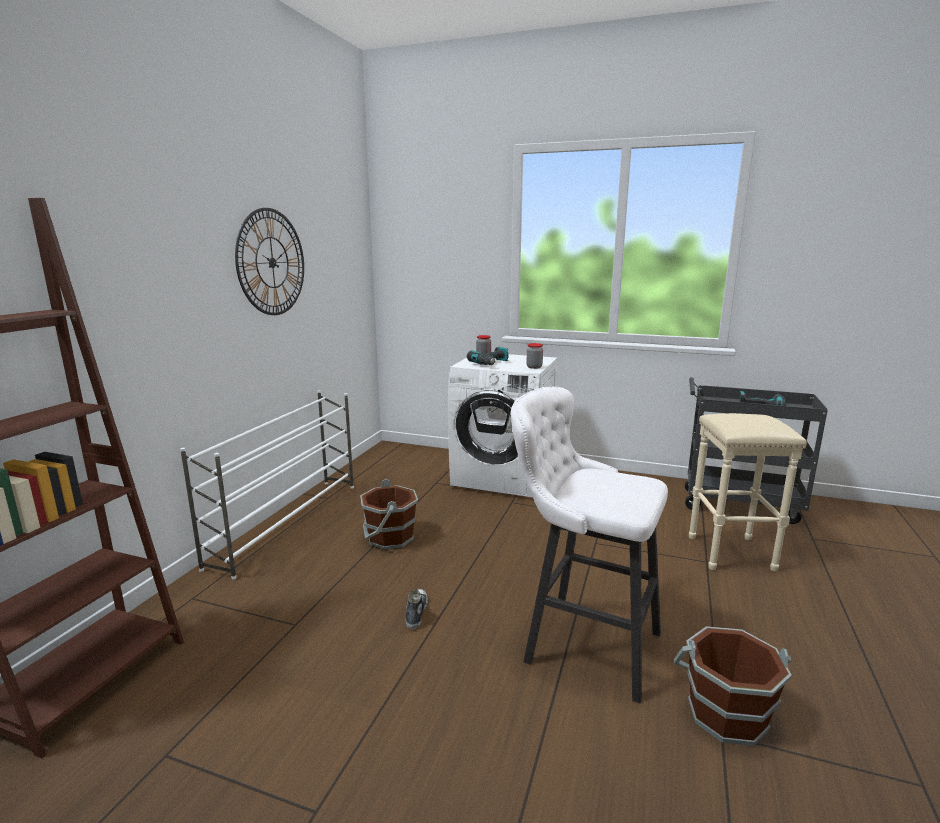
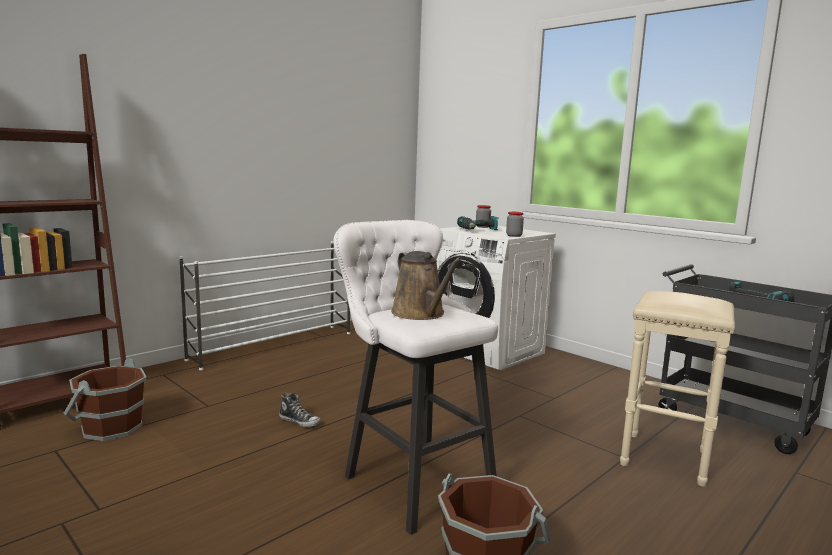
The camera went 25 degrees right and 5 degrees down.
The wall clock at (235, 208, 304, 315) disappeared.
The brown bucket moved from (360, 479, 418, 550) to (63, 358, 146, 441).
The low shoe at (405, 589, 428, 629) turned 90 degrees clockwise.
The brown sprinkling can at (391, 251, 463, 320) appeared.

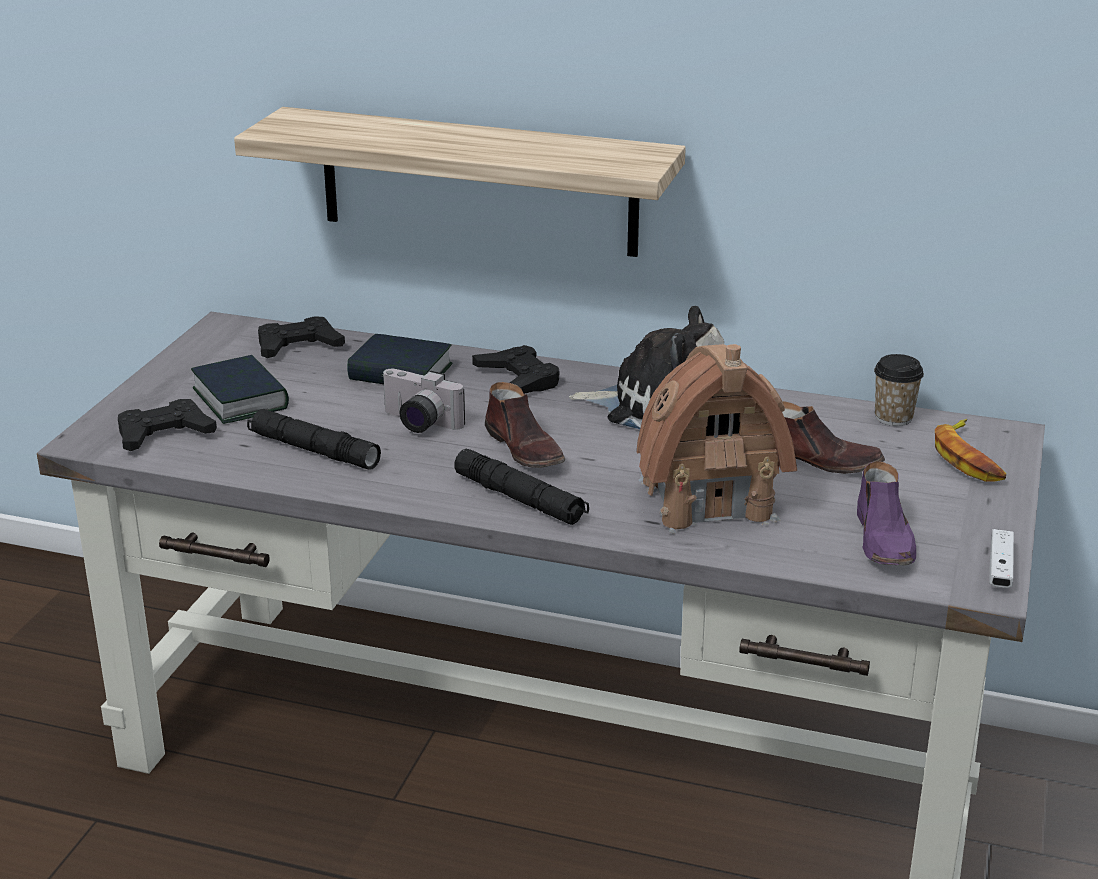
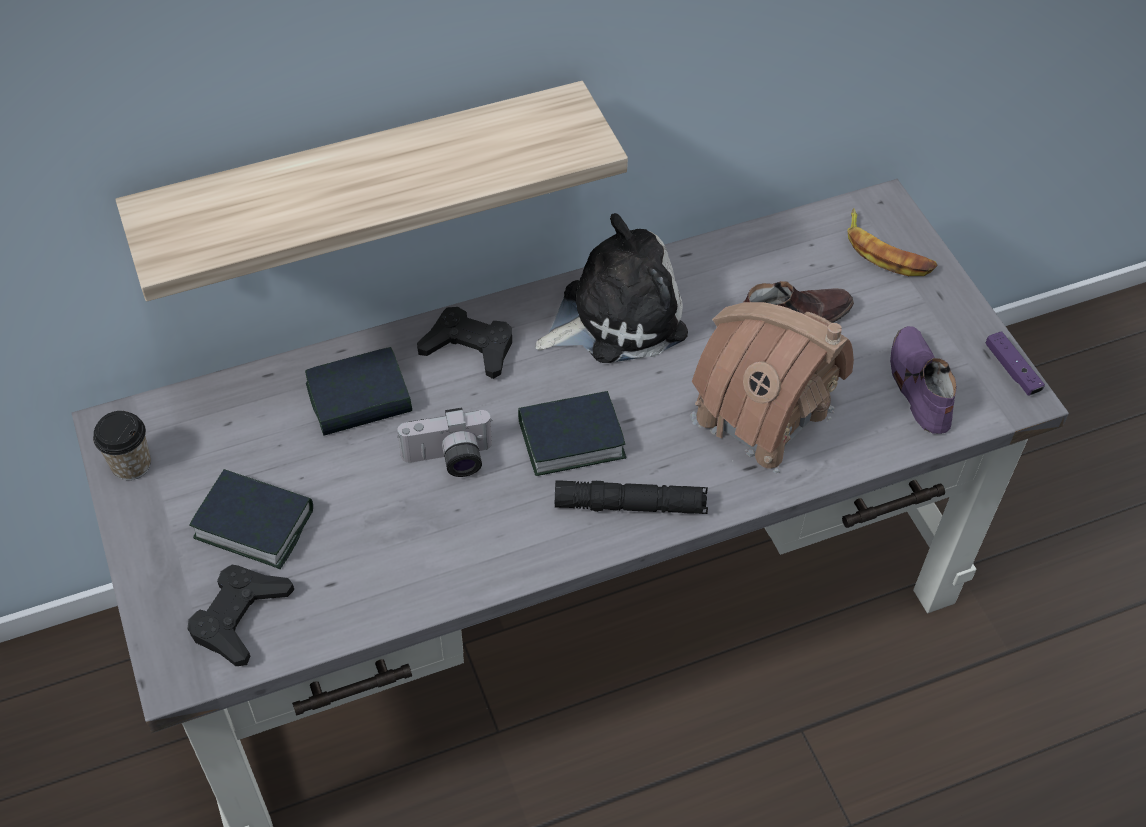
The camera went 40 degrees left and 25 degrees up.
The black flashlight at (247, 409, 381, 470) disappeared.
The black joypad at (258, 316, 345, 358) disappeared.
The brown low shoe at (485, 382, 565, 468) was replaced by the book at (518, 391, 626, 476).
The purple low shoe at (857, 461, 916, 565) turned 150 degrees counterclockwise.
The cup moved from (874, 354, 924, 426) to (93, 411, 151, 480).
The white-coloured joypad at (989, 529, 1014, 588) became the purple joypad at (985, 332, 1045, 396).

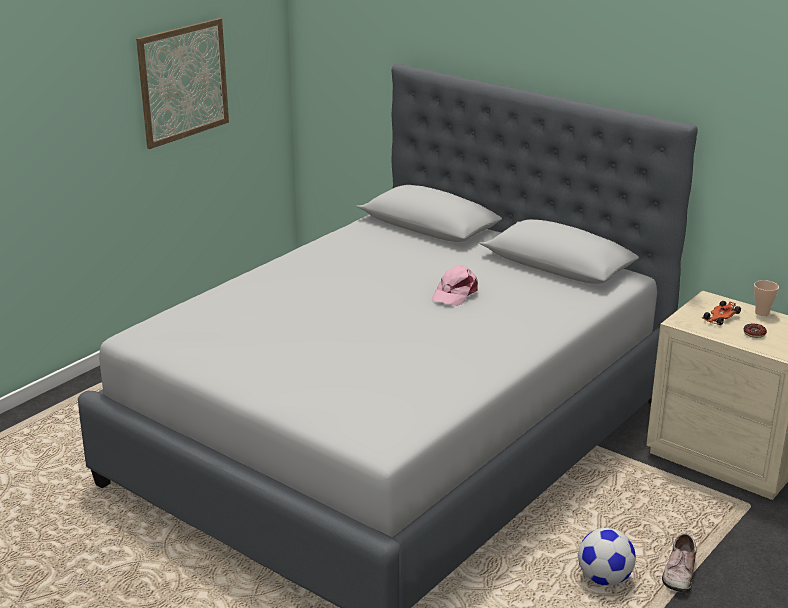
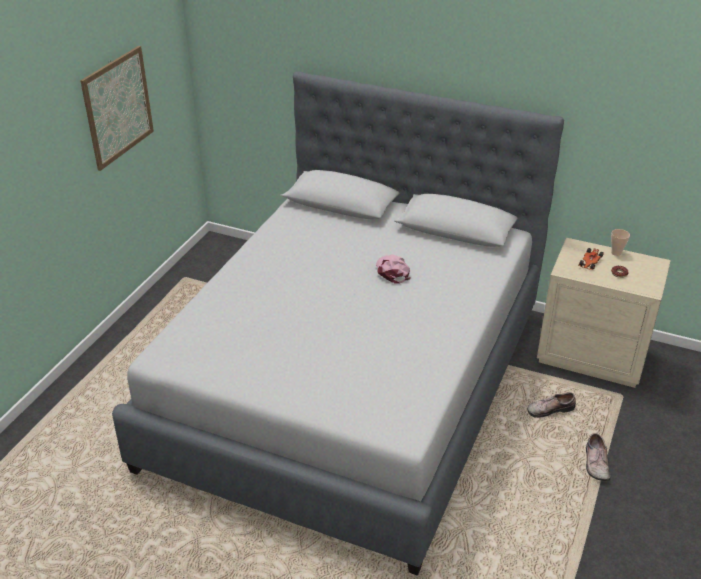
The camera went 15 degrees left and 10 degrees up.
The pink peaked cap at (432, 265, 478, 306) turned 150 degrees clockwise.
The ball for football at (578, 528, 636, 586) disappeared.
The low shoe at (527, 392, 576, 418) appeared.

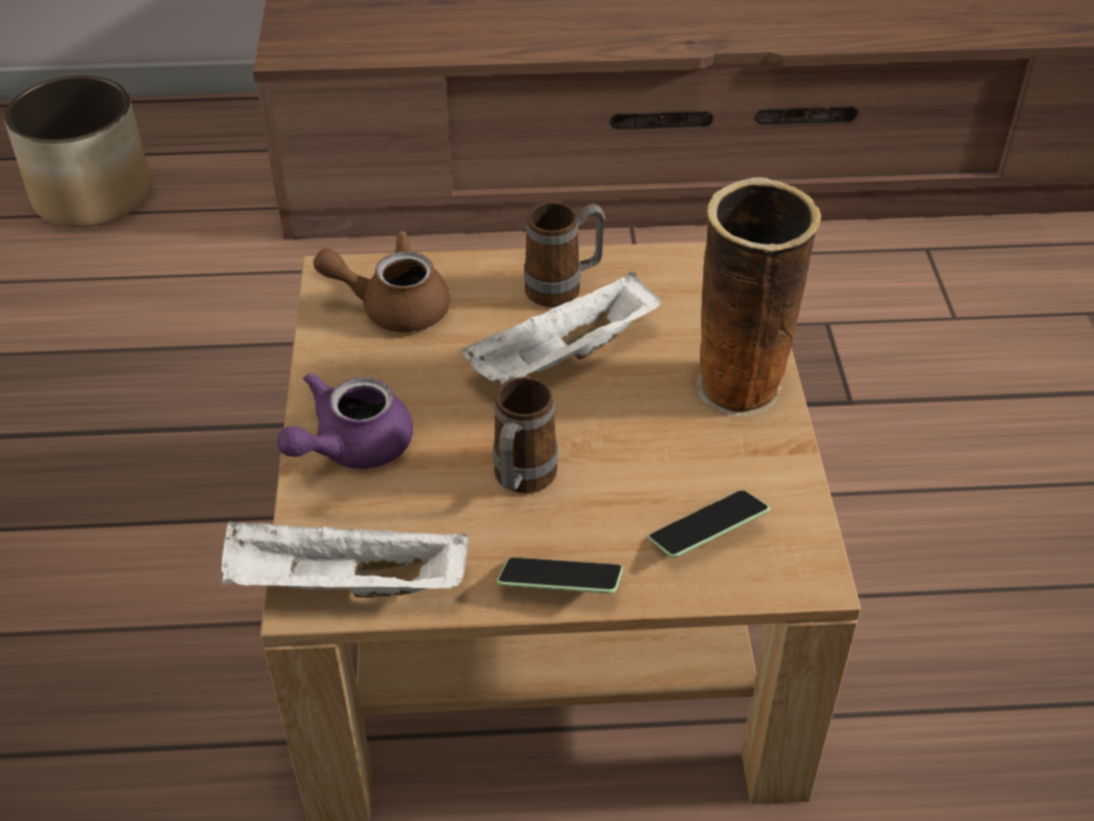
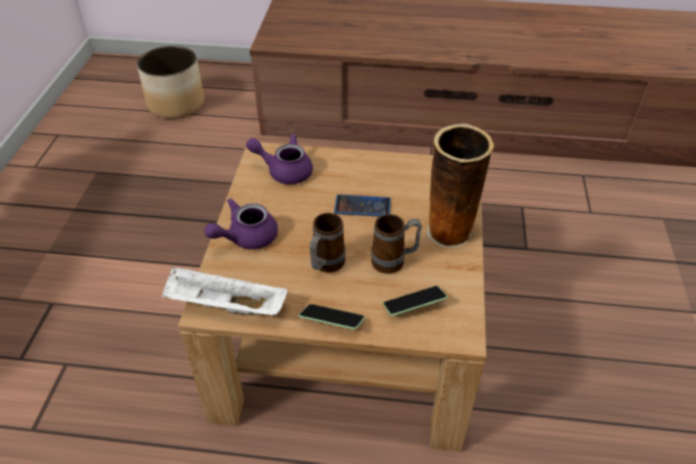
The camera went 10 degrees right and 0 degrees up.
The brown teapot at (313, 231, 450, 332) became the purple teapot at (246, 134, 313, 184).
The white-coloured tray at (462, 272, 661, 384) was replaced by the handset at (334, 194, 391, 217).
The tea mug moved from (524, 202, 605, 307) to (371, 214, 422, 274).

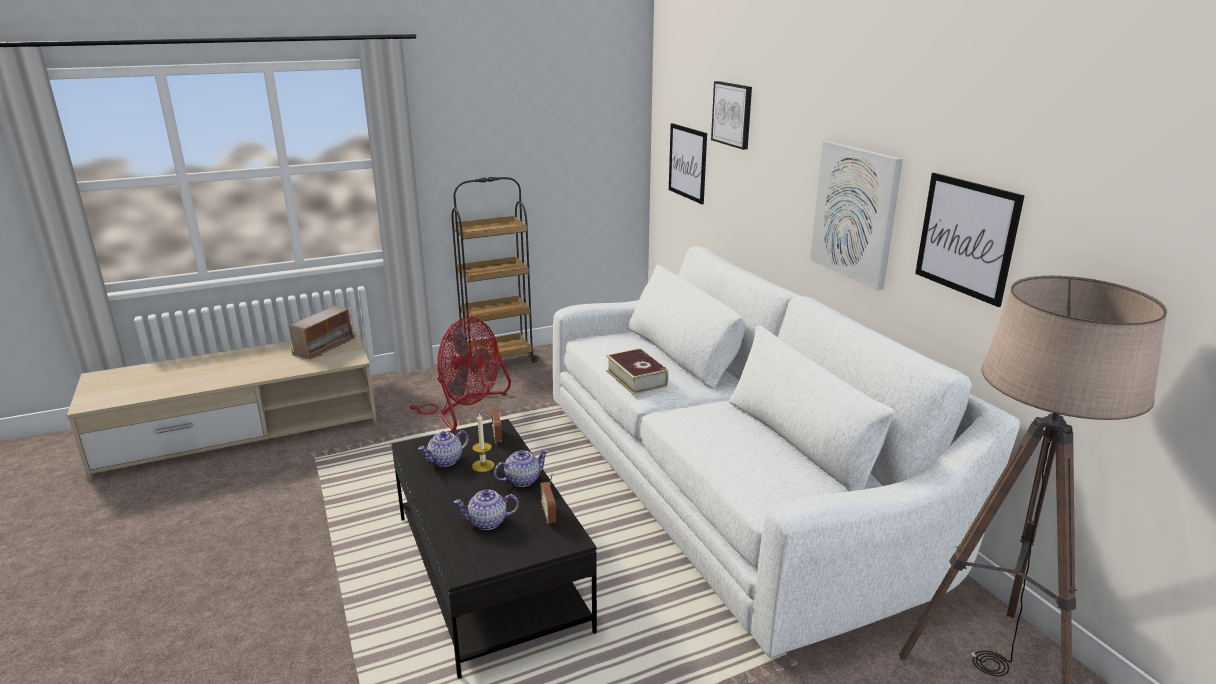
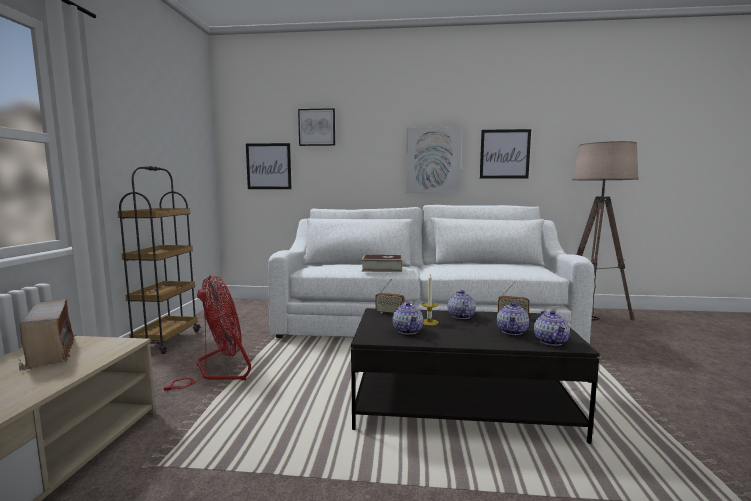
The camera went 60 degrees left and 15 degrees down.
The teapot at (534, 310, 570, 346) appeared.

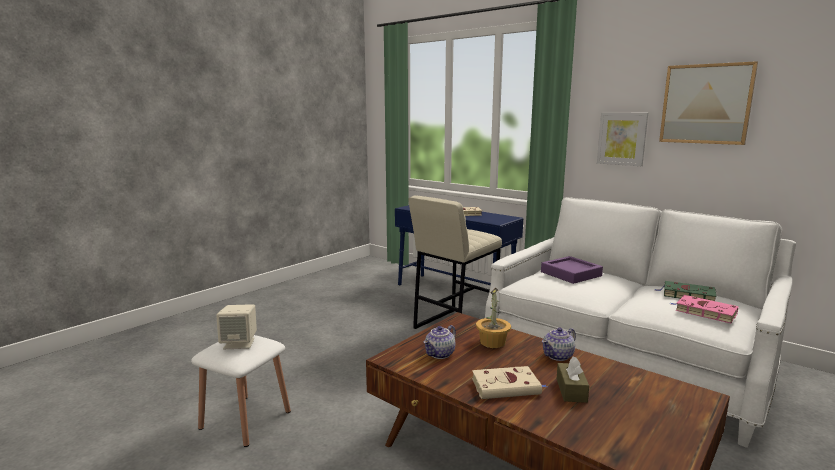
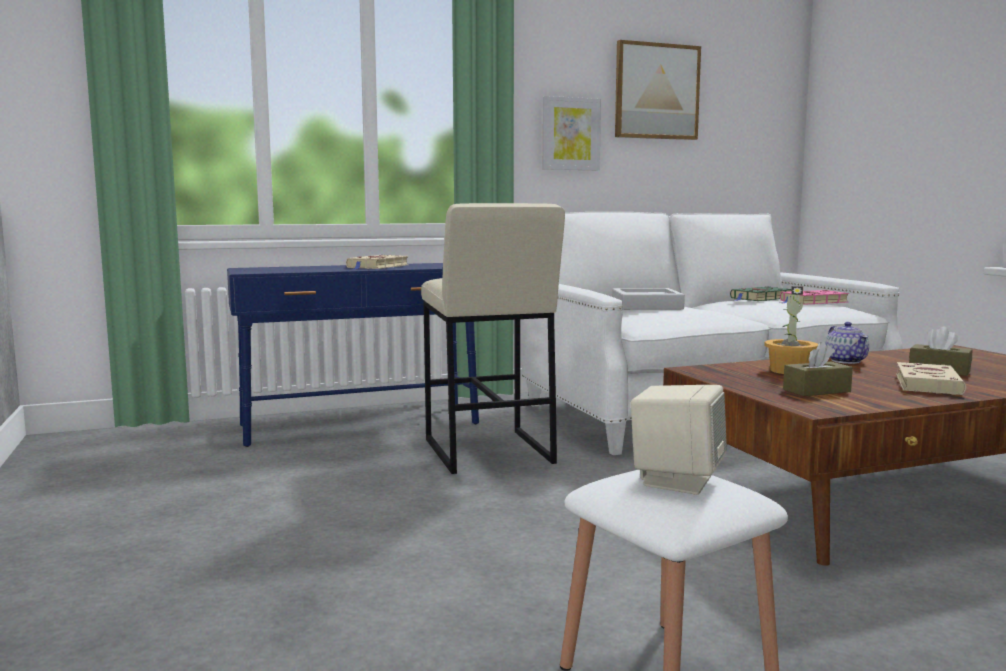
The camera went 60 degrees left and 5 degrees down.
The teapot at (423, 325, 456, 359) was replaced by the brown tissue holder at (783, 342, 853, 396).
The purple tray at (541, 256, 603, 284) became the grey tray at (612, 288, 685, 310).

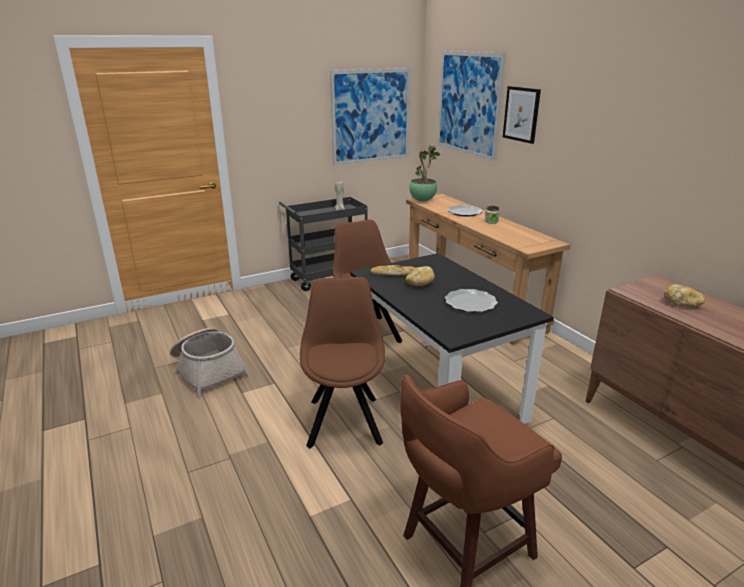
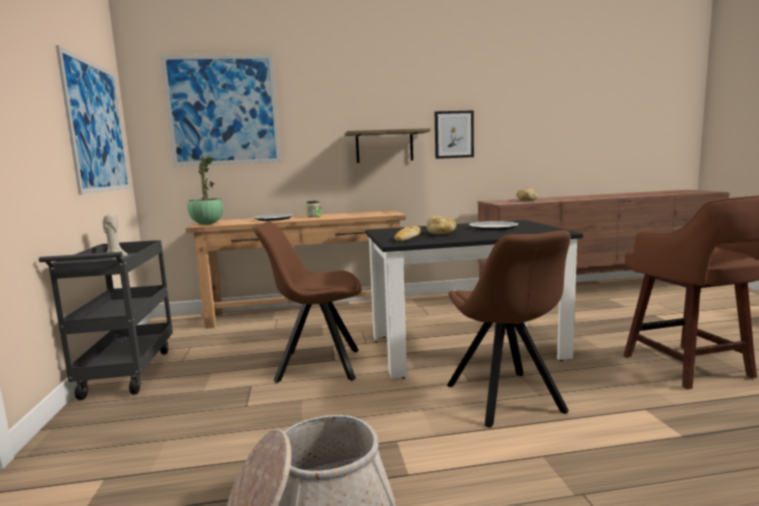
The camera went 70 degrees left and 15 degrees down.
The brown upright chair at (300, 277, 385, 448) turned 120 degrees counterclockwise.
The wall art moved from (503, 86, 541, 144) to (435, 110, 474, 159).
The bracket shelf at (344, 128, 430, 163) appeared.

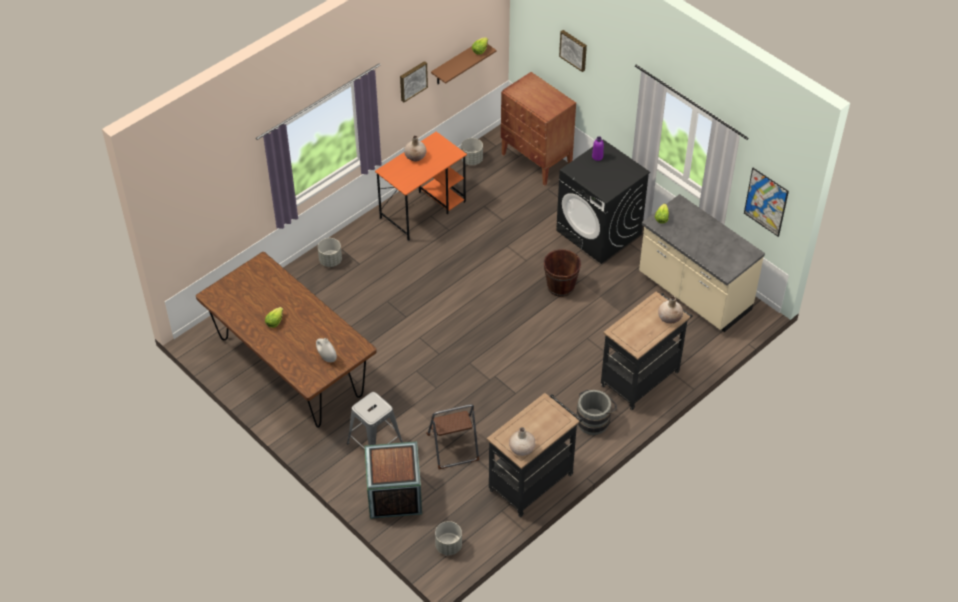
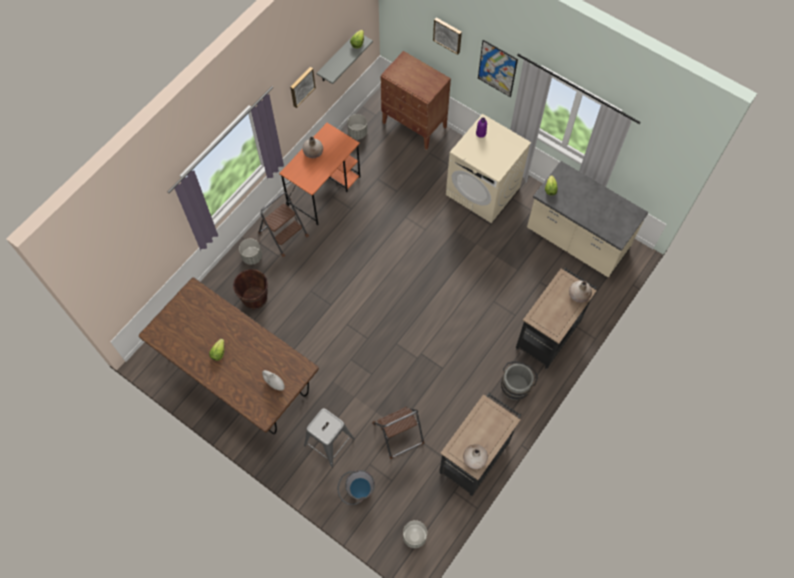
The camera went 10 degrees left and 15 degrees up.
The packing crate at (365, 442, 422, 519) was replaced by the grey bucket at (338, 470, 375, 505).
The brown bracket shelf at (431, 44, 497, 84) became the grey bracket shelf at (317, 31, 373, 84).
The brown bucket moved from (544, 249, 581, 297) to (233, 269, 268, 309).
The black washing machine at (556, 139, 650, 264) became the beige-coloured washing machine at (446, 114, 531, 223).
The wall art moved from (744, 168, 789, 237) to (478, 40, 518, 97).
The brown stepladder at (258, 192, 309, 257) appeared.

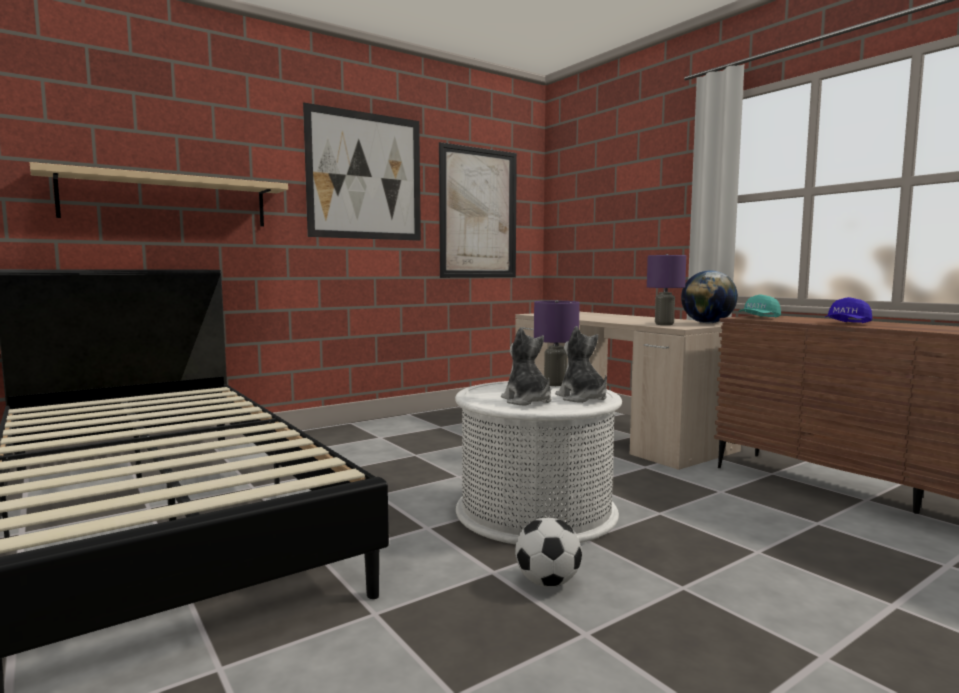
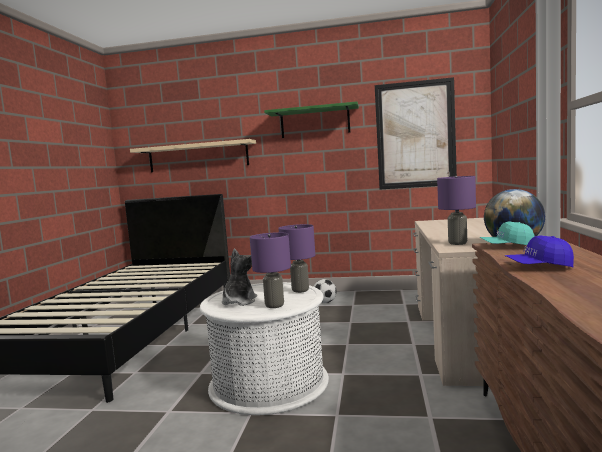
The camera went 45 degrees right and 0 degrees up.
The wall art at (303, 103, 421, 241) was replaced by the greenish bracket shelf at (264, 101, 359, 138).
The ball for football moved from (515, 518, 582, 587) to (313, 279, 336, 303).
The soft toy at (555, 326, 607, 403) was replaced by the purple table lamp at (250, 232, 291, 308).

